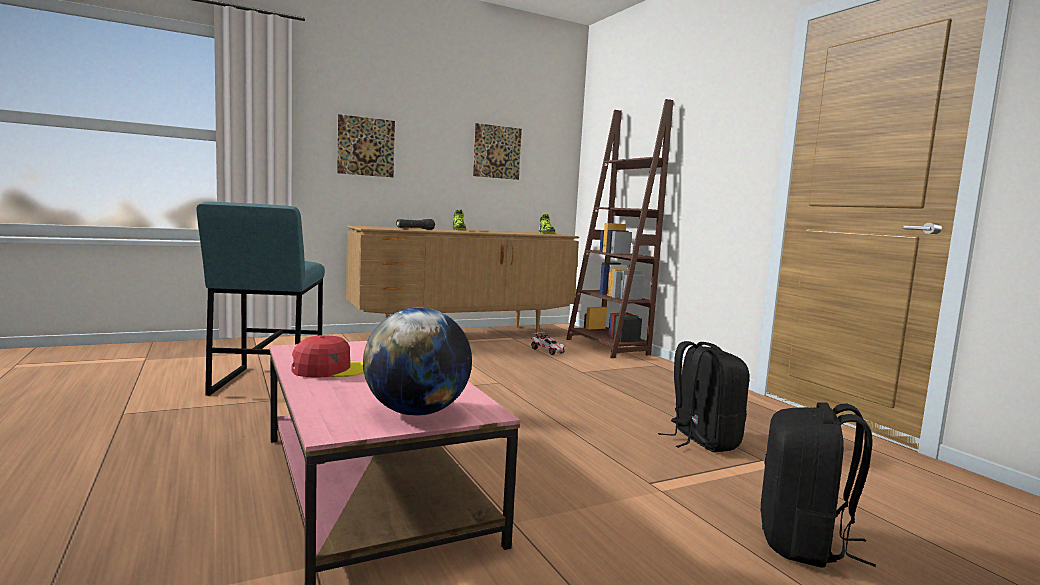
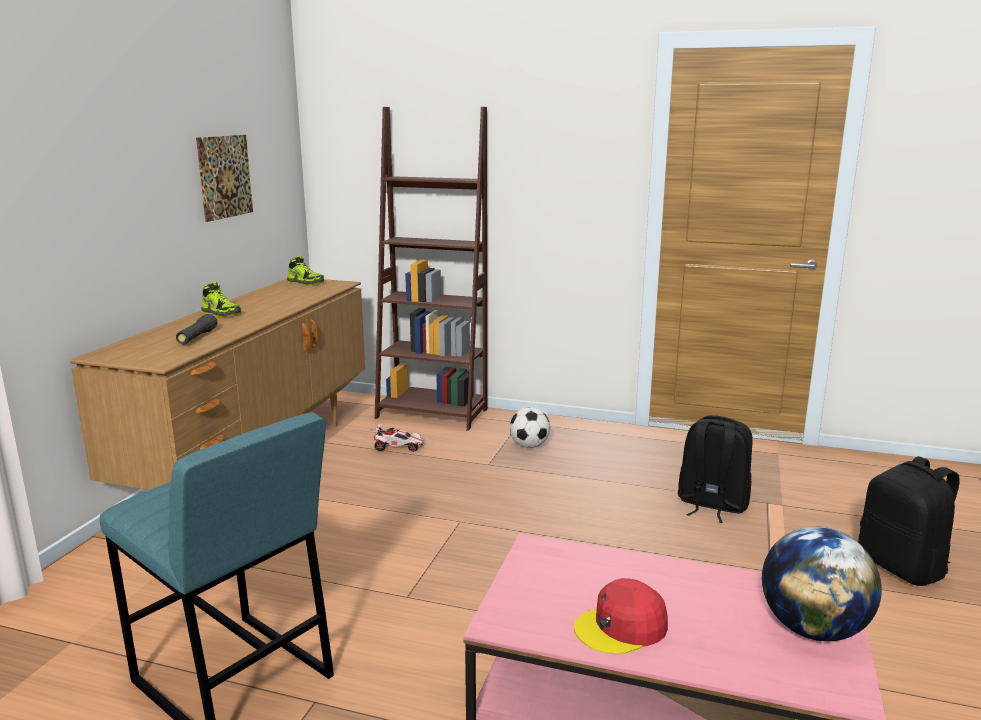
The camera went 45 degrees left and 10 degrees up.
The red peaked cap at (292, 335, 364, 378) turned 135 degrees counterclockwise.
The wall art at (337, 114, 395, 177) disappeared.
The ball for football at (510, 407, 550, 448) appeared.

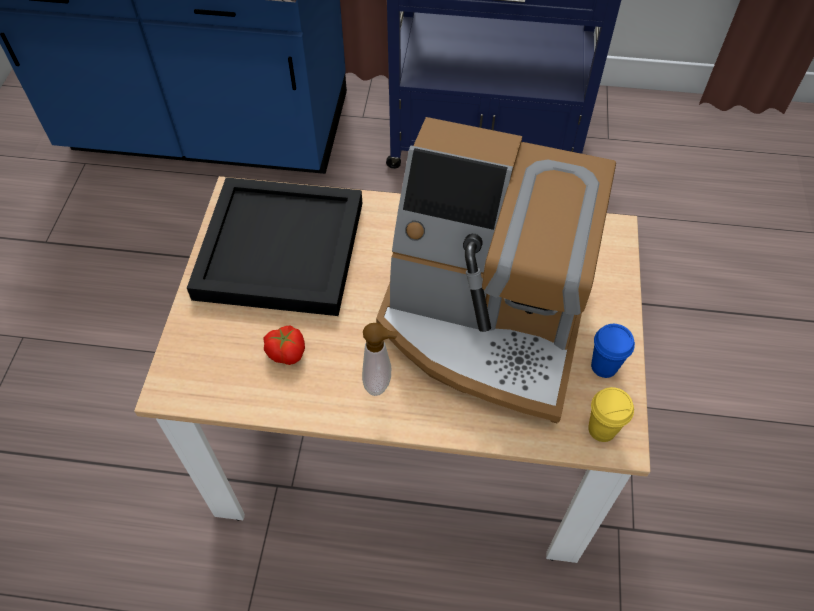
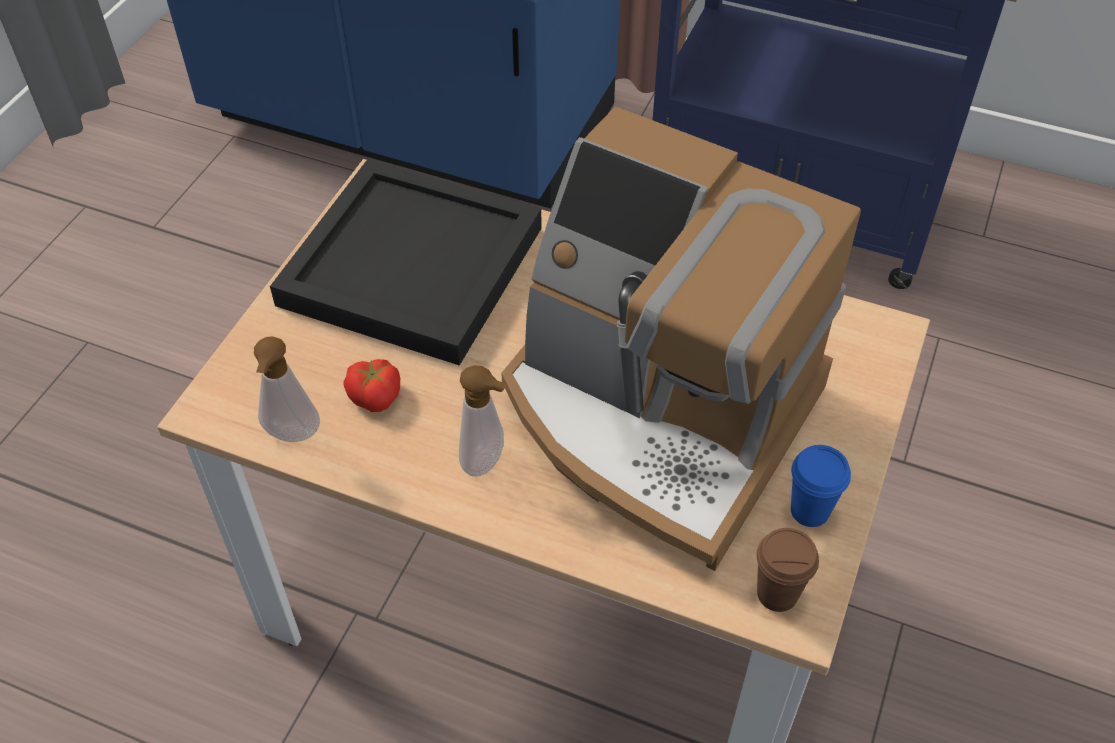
The camera went 15 degrees right and 5 degrees down.
The yellow cup at (588, 387, 634, 442) became the brown cup at (756, 528, 819, 612).
The soap dispenser at (254, 336, 320, 442) appeared.

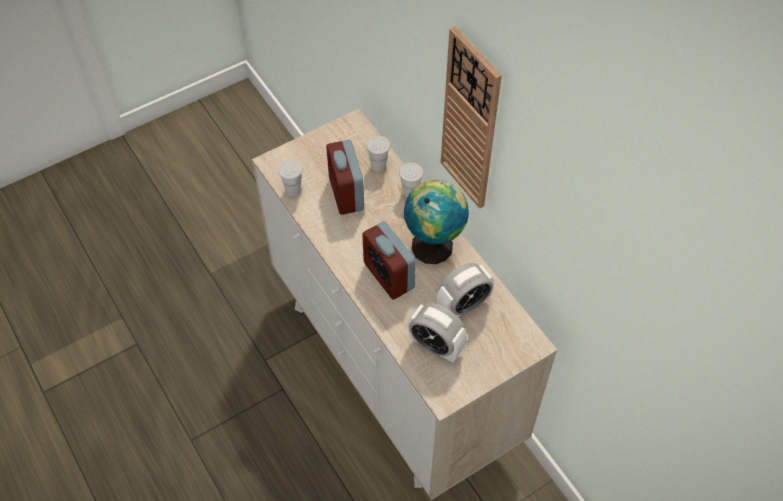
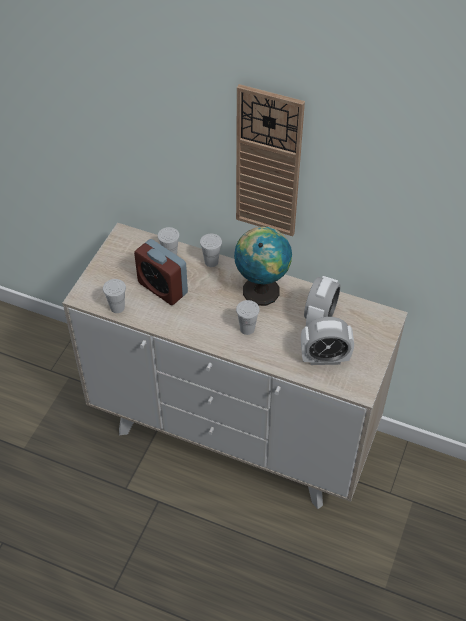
The camera went 35 degrees left and 5 degrees down.
The table clock at (362, 221, 416, 300) was replaced by the white-coloured cup at (236, 300, 260, 335).

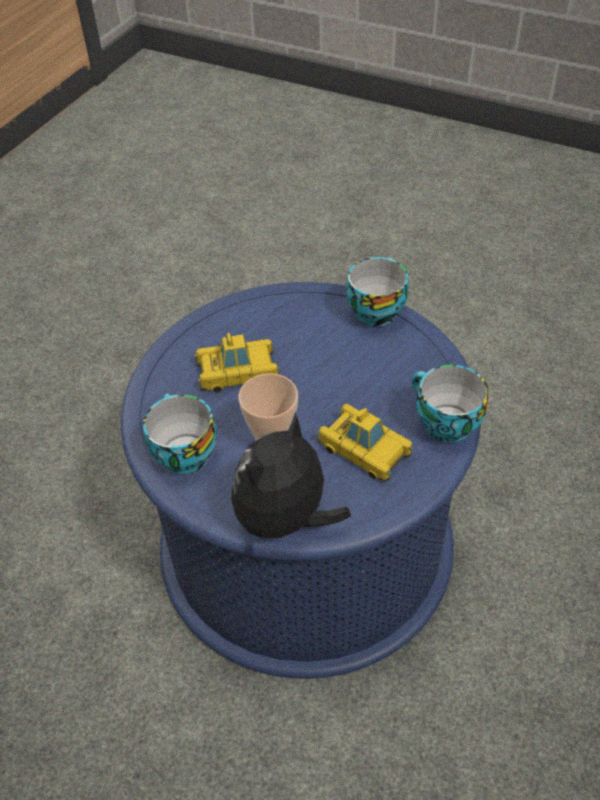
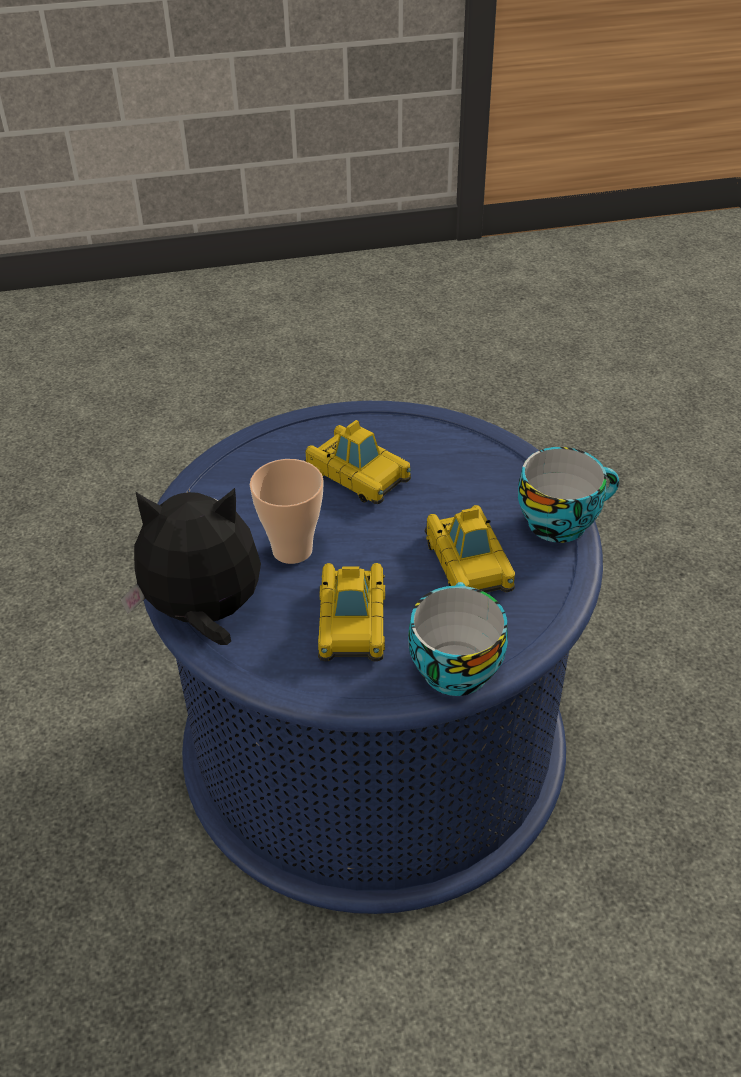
The camera went 50 degrees right and 5 degrees down.
The cup at (143, 394, 217, 474) disappeared.
The model car at (425, 505, 515, 593) appeared.

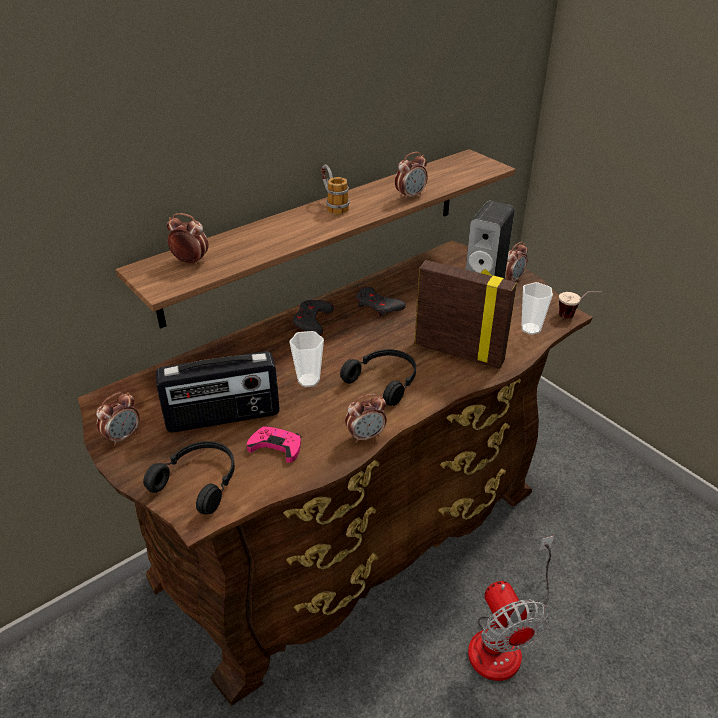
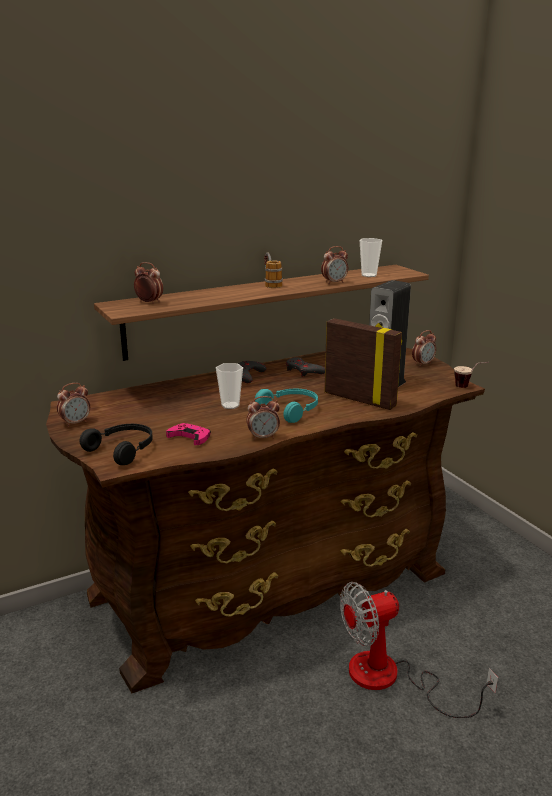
The camera went 10 degrees right and 15 degrees down.
The radio set at (156, 351, 280, 432) disappeared.
The black headphones at (340, 349, 416, 406) became the turquoise-coloured headphones at (255, 389, 318, 423).
The electric fan at (468, 535, 554, 681) turned 75 degrees clockwise.
The cup moved from (522, 282, 553, 335) to (360, 238, 382, 277).

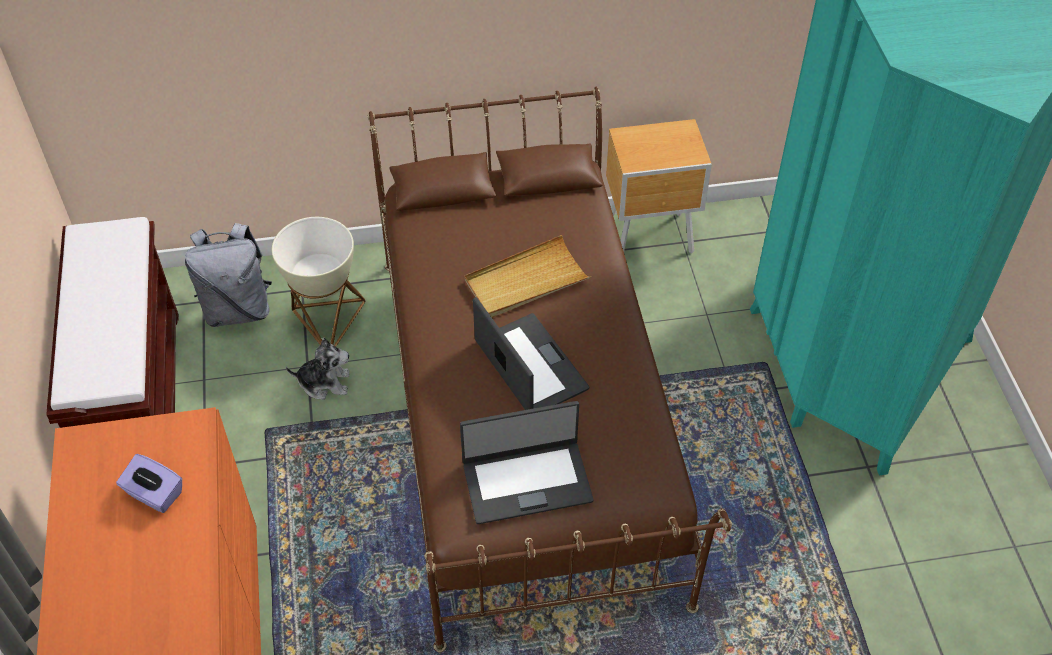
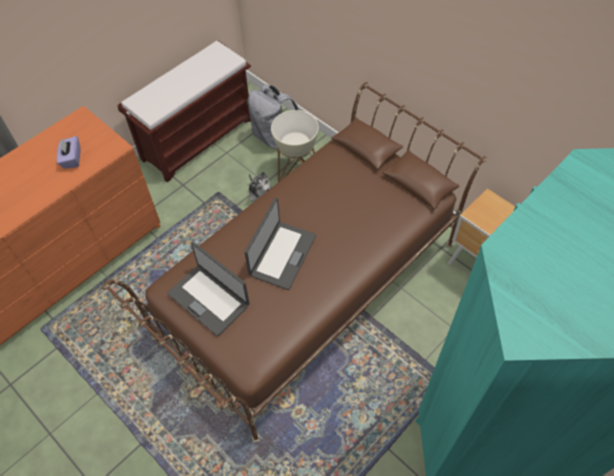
The camera went 55 degrees right and 5 degrees up.
The beige-coloured tray at (464, 235, 591, 317) disappeared.

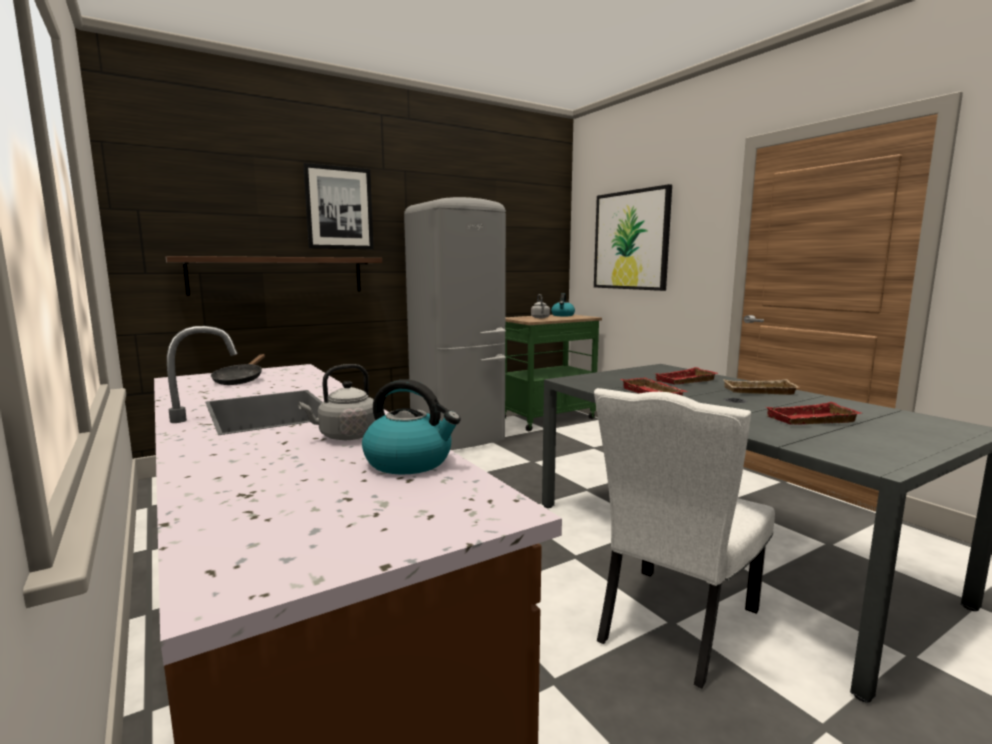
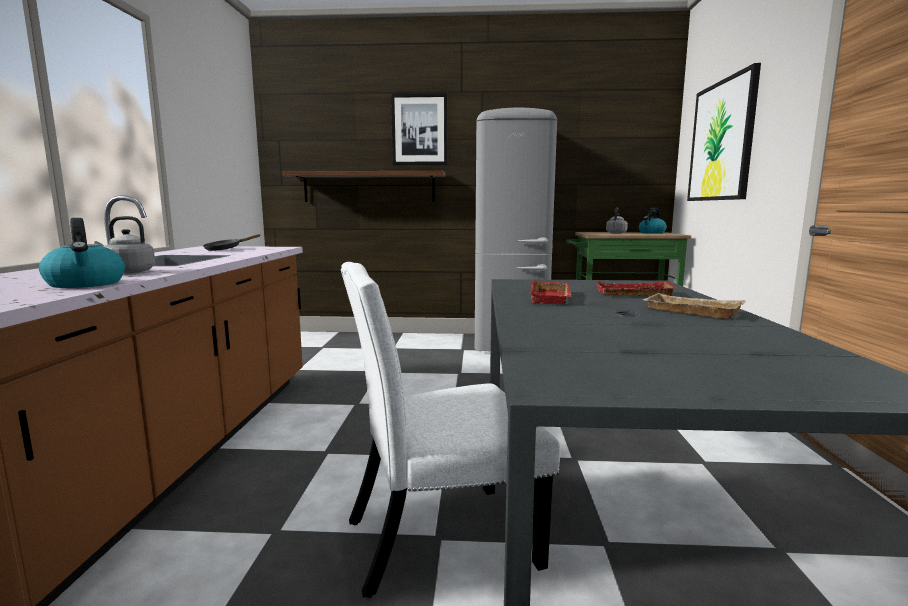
The camera went 35 degrees right and 0 degrees up.
The red tray at (766, 402, 861, 425) disappeared.

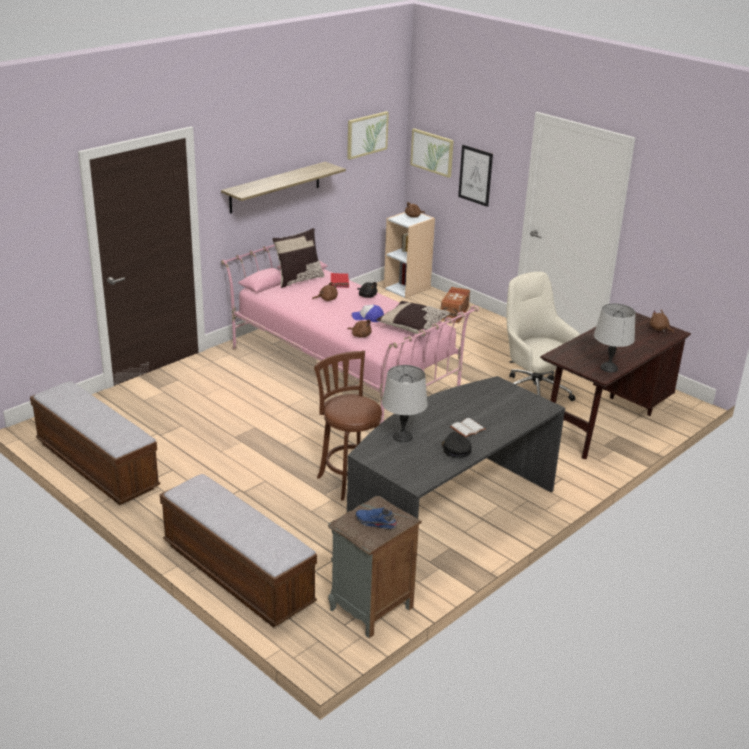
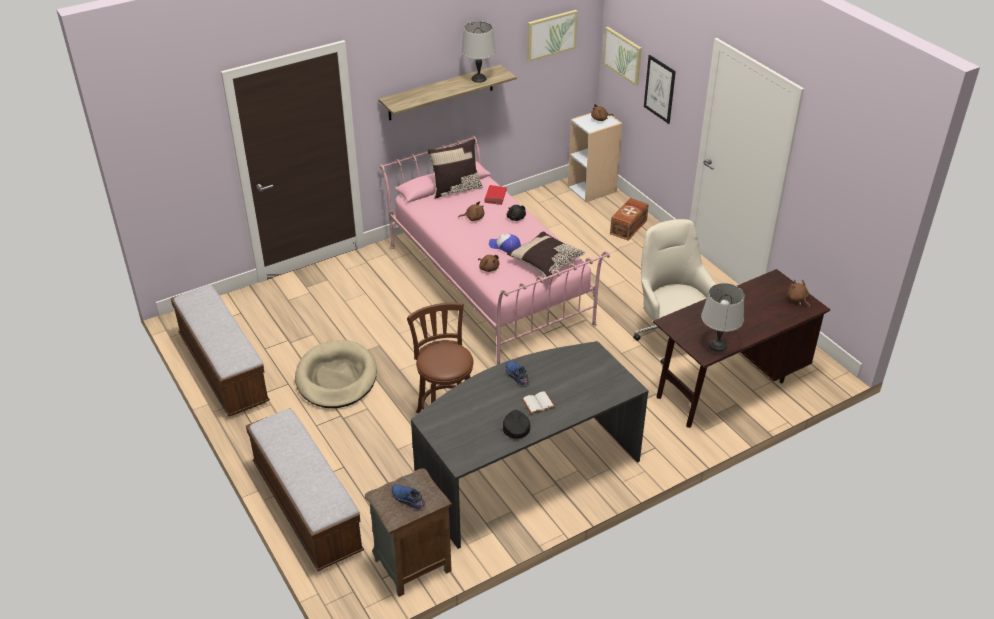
The camera went 15 degrees right and 10 degrees up.
The grey table lamp moved from (382, 365, 428, 442) to (461, 21, 496, 83).
The beige-coloured dog bed at (295, 340, 377, 408) appeared.
The bluish low shoe at (506, 361, 529, 386) appeared.

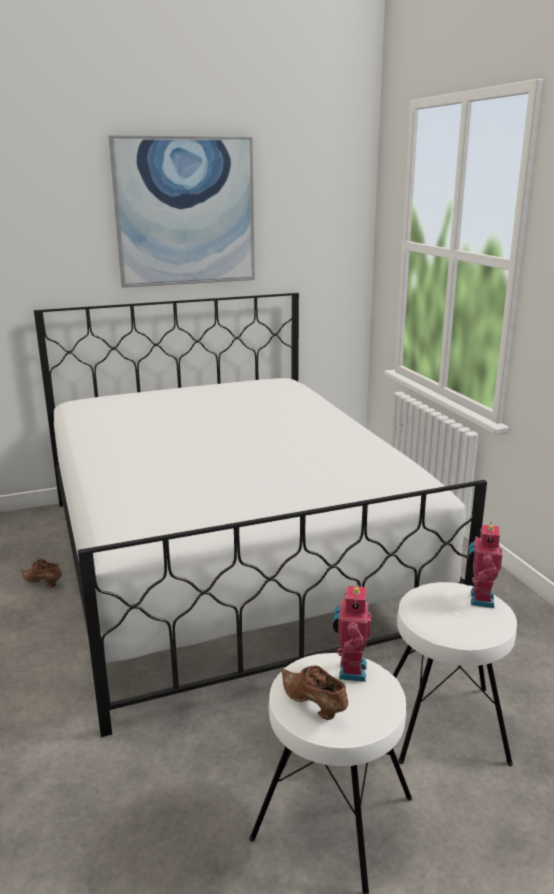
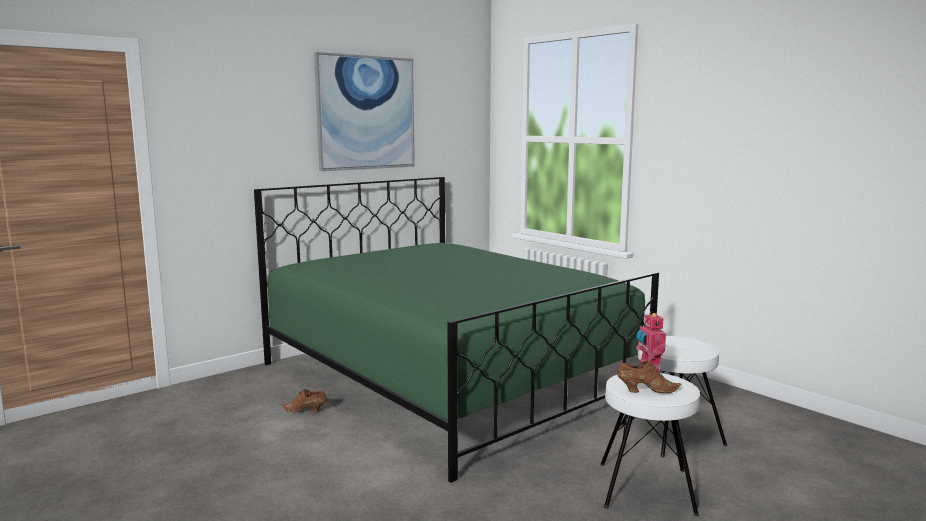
The camera went 20 degrees left and 10 degrees down.
The white-coloured bed at (34, 293, 487, 737) became the greenish bed at (254, 177, 659, 483).
The brown low shoe at (281, 665, 348, 720) turned 150 degrees clockwise.
The toy robot at (469, 522, 502, 608) disappeared.

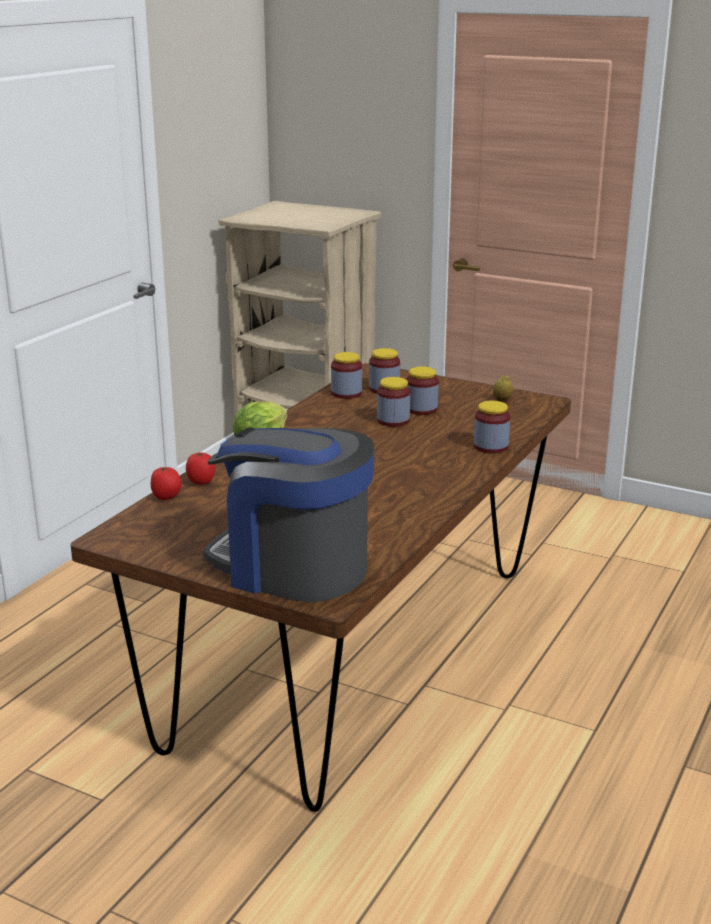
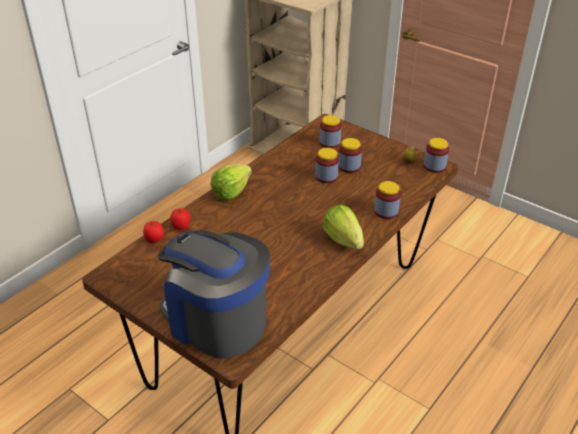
The camera went 10 degrees right and 15 degrees up.
The storage jar moved from (331, 352, 362, 399) to (424, 138, 449, 173).
The lettuce at (323, 205, 364, 249) appeared.

